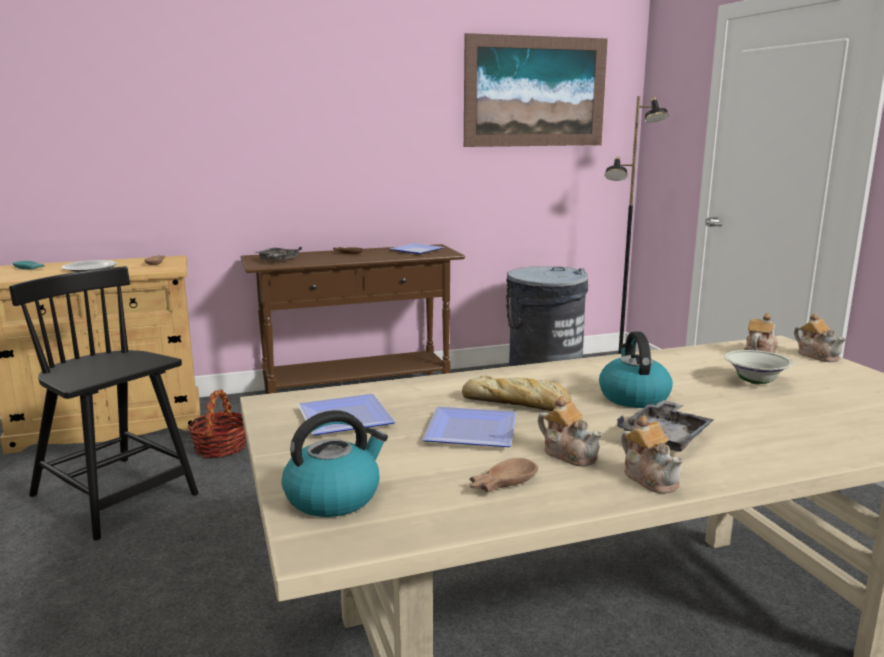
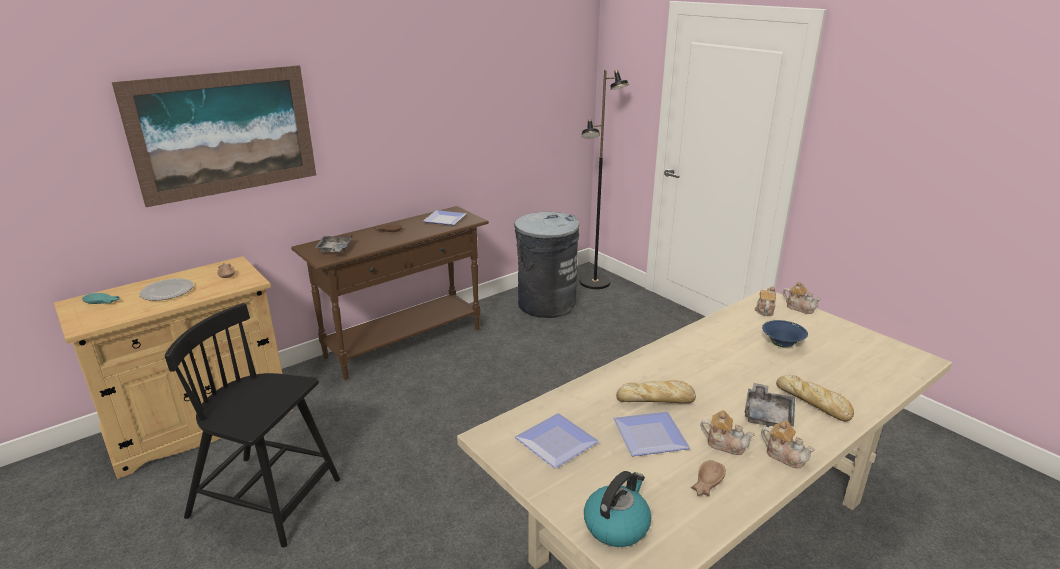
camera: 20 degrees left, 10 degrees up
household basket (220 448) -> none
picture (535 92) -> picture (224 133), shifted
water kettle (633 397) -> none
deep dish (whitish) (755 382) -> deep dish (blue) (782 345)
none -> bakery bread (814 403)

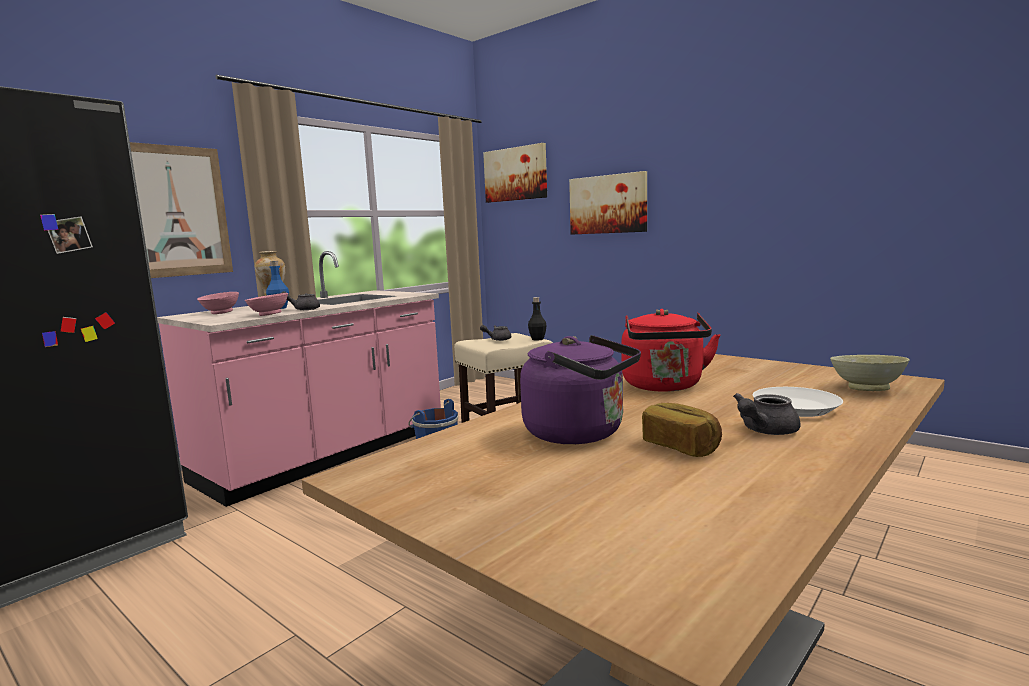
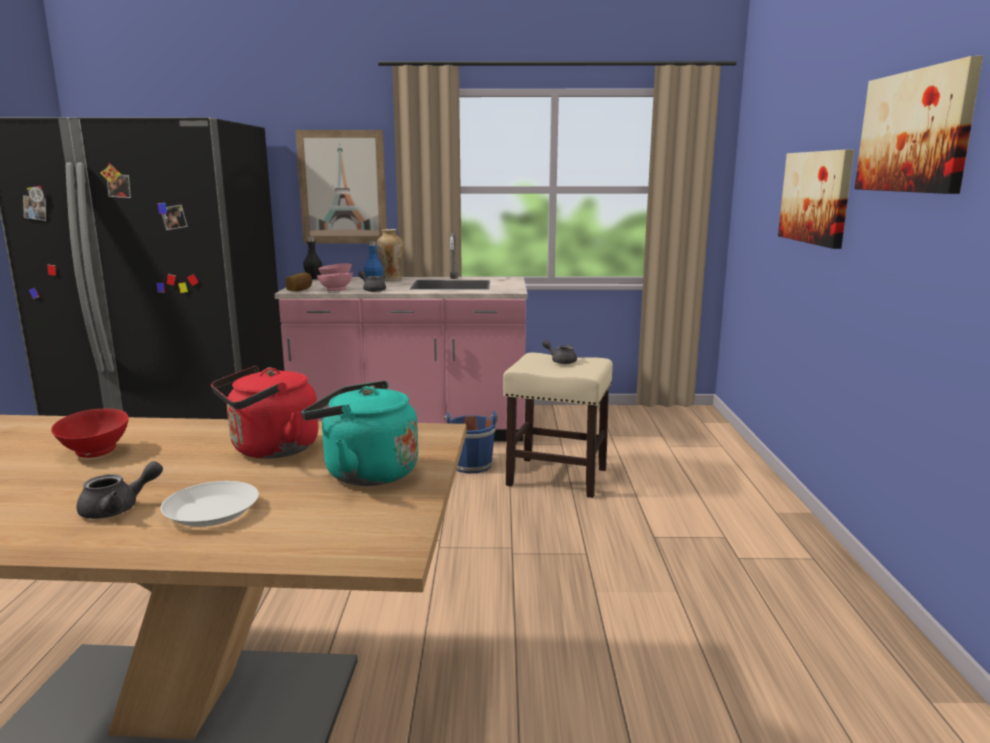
camera: 50 degrees right, 5 degrees up
picture (515 174) -> picture (915 131), shifted
water kettle (purplish) (580 433) -> deep dish (reddish) (94 452)
drink bottle (black) (537 339) -> drink bottle (black) (313 278), shifted
bakery bread (681 447) -> bakery bread (300 290), shifted
teapot (greyish) (764 431) -> teapot (greyish) (118 509), 135 degrees clockwise
deep dish (beige) (867 388) -> none
none -> water kettle (turquoise-coloured) (365 473)

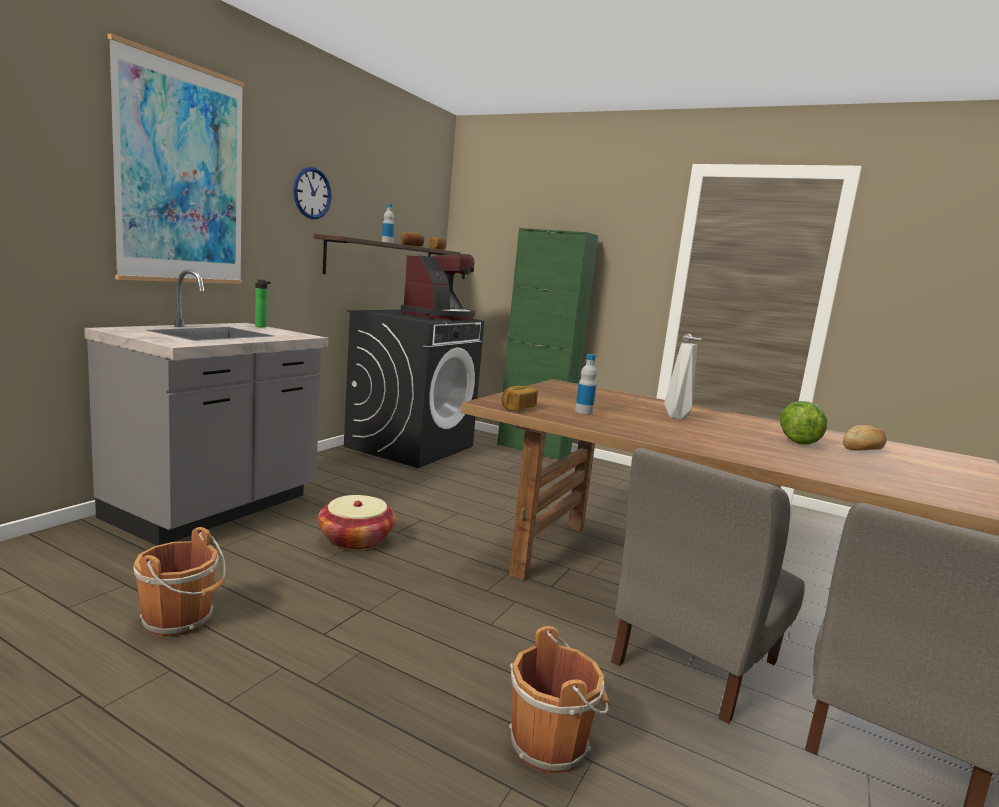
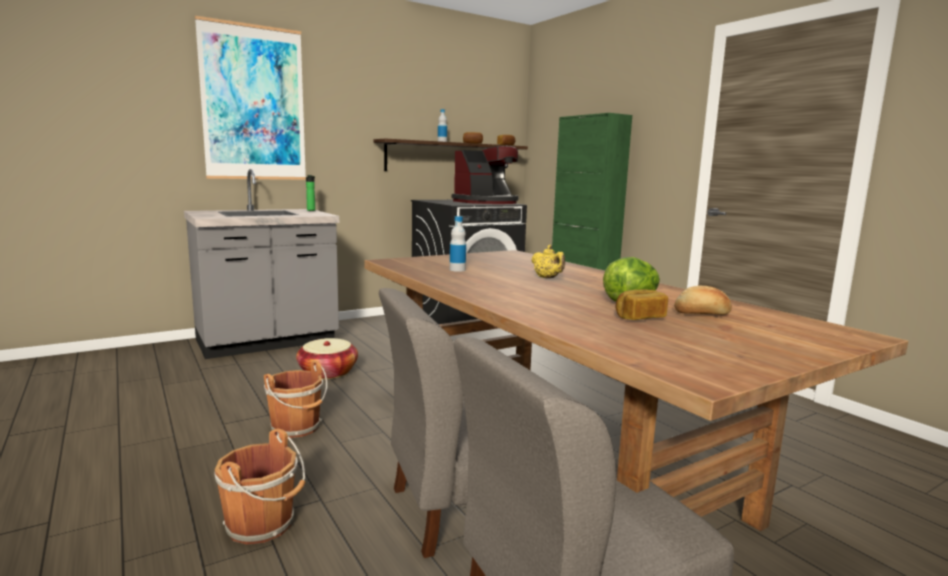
camera: 30 degrees right, 0 degrees up
water bucket (brown) (181 619) -> water bucket (brown) (297 428), shifted
clock on the wall (312 193) -> none
bakery bread (517 408) -> bakery bread (639 317), shifted
decorative vase (greyish) (676 417) -> teapot (yellowish) (547 278)

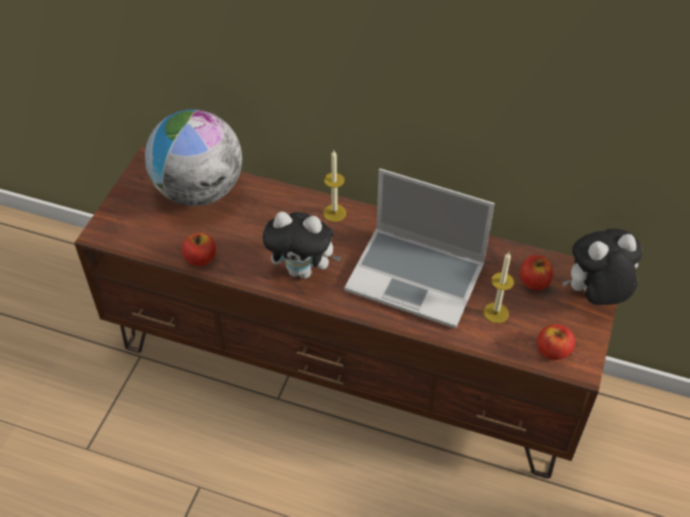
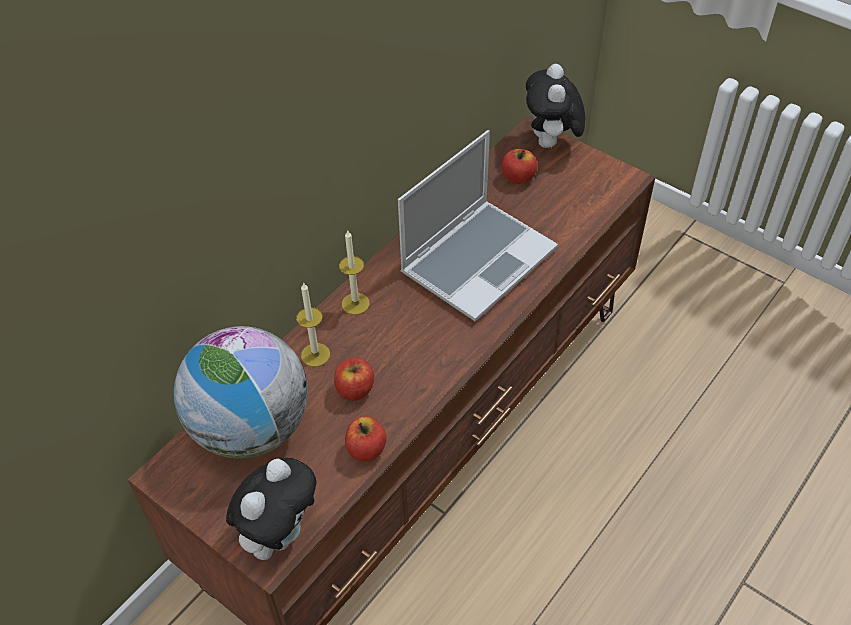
camera: 70 degrees left, 0 degrees up
soft toy (303 270) -> soft toy (279 533), shifted
wax light (496 313) -> wax light (315 355), shifted
apple fruit (553 350) -> apple fruit (355 389), shifted

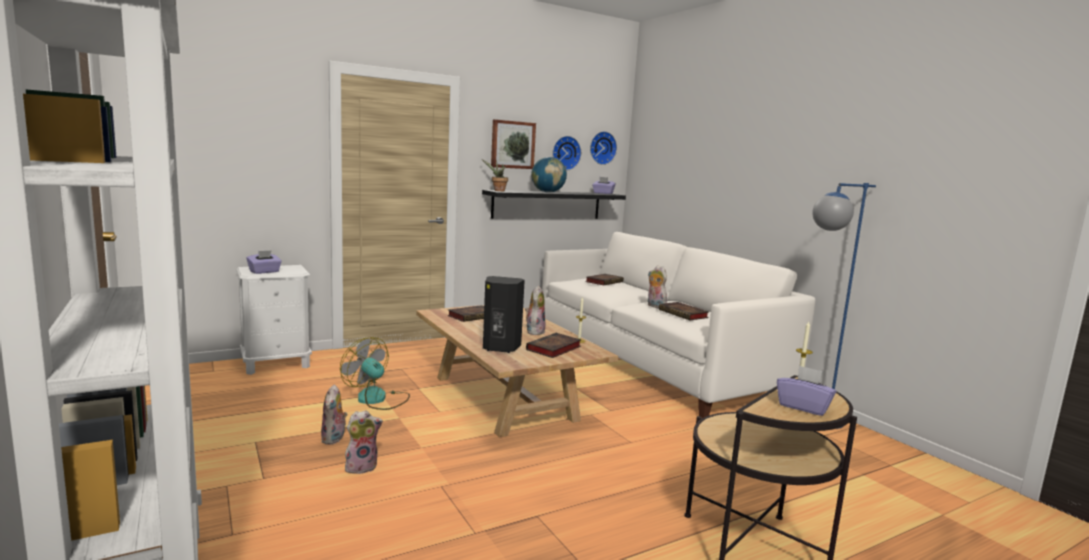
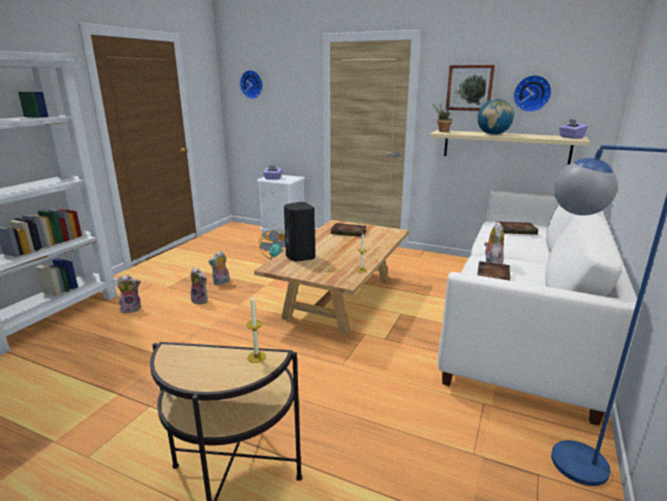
camera: 55 degrees right, 10 degrees up
bracket shelf (black) (547 205) -> bracket shelf (beige) (505 146)
soft toy (534 331) -> soft toy (131 309), shifted
bound book (553 349) -> none
clock on the wall (602 148) -> clock on the wall (252 84), shifted
box of tissues (purplish) (803 407) -> none

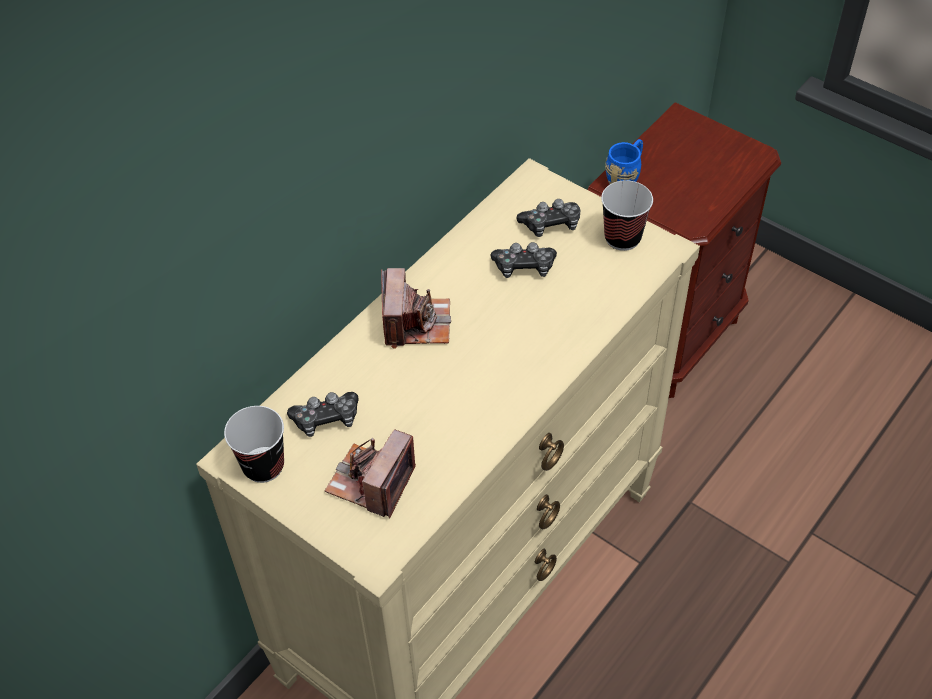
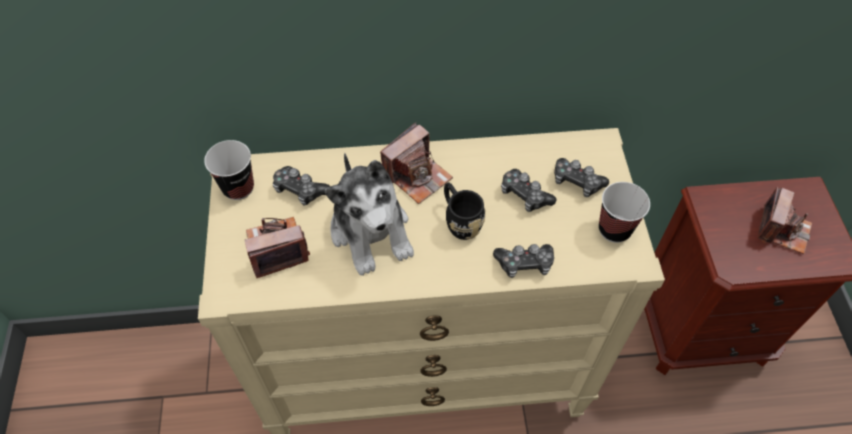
camera: 45 degrees right, 5 degrees up
tea mug (blue) (626 176) -> none
none -> soft toy (371 231)
none -> tea mug (black) (459 221)
none -> gamepad (524 264)
none -> still camera (782 230)

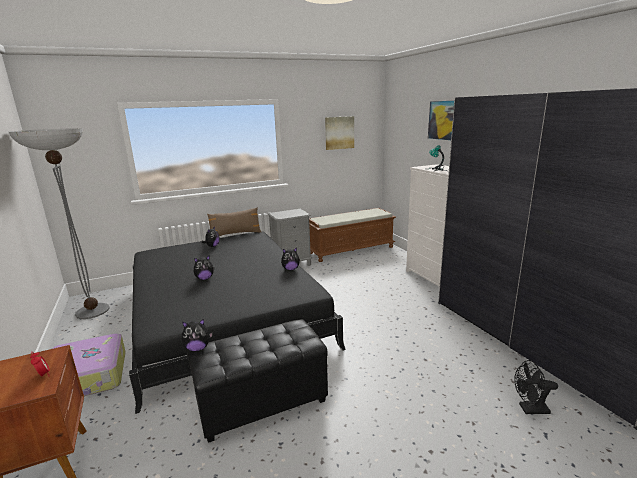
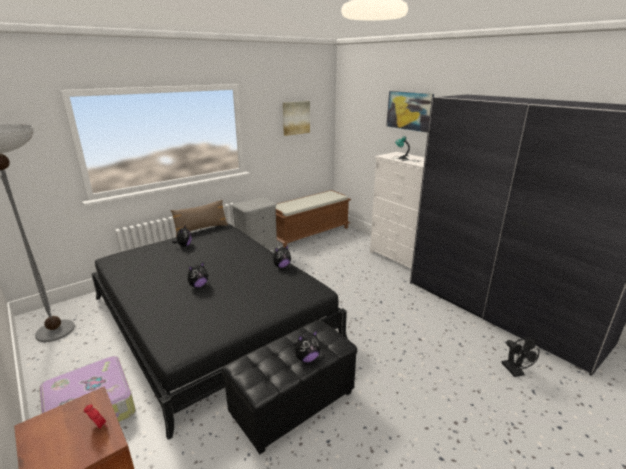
camera: 15 degrees left, 5 degrees up
soft toy (198 348) -> soft toy (307 358), shifted
cooling fan (black) (530 409) -> cooling fan (black) (515 371), 90 degrees counterclockwise

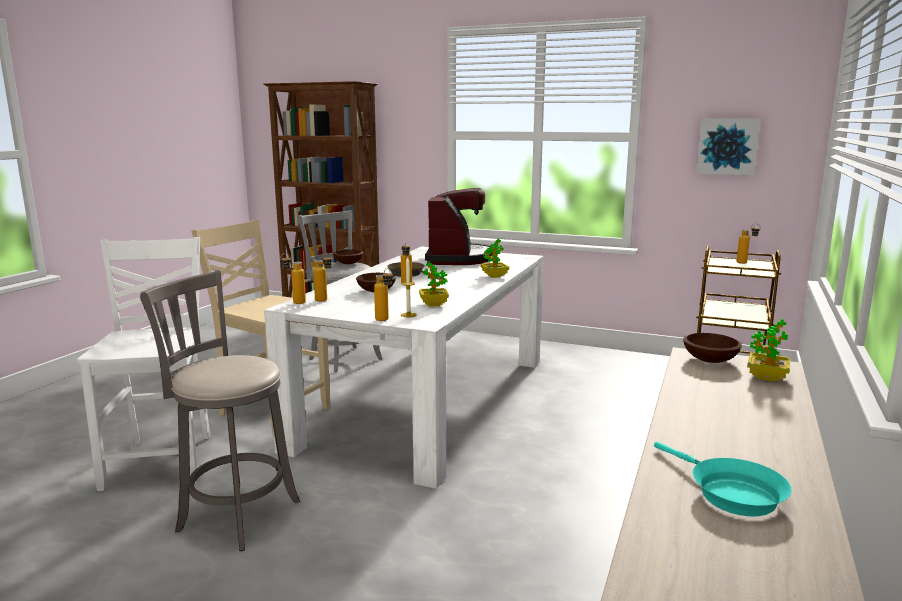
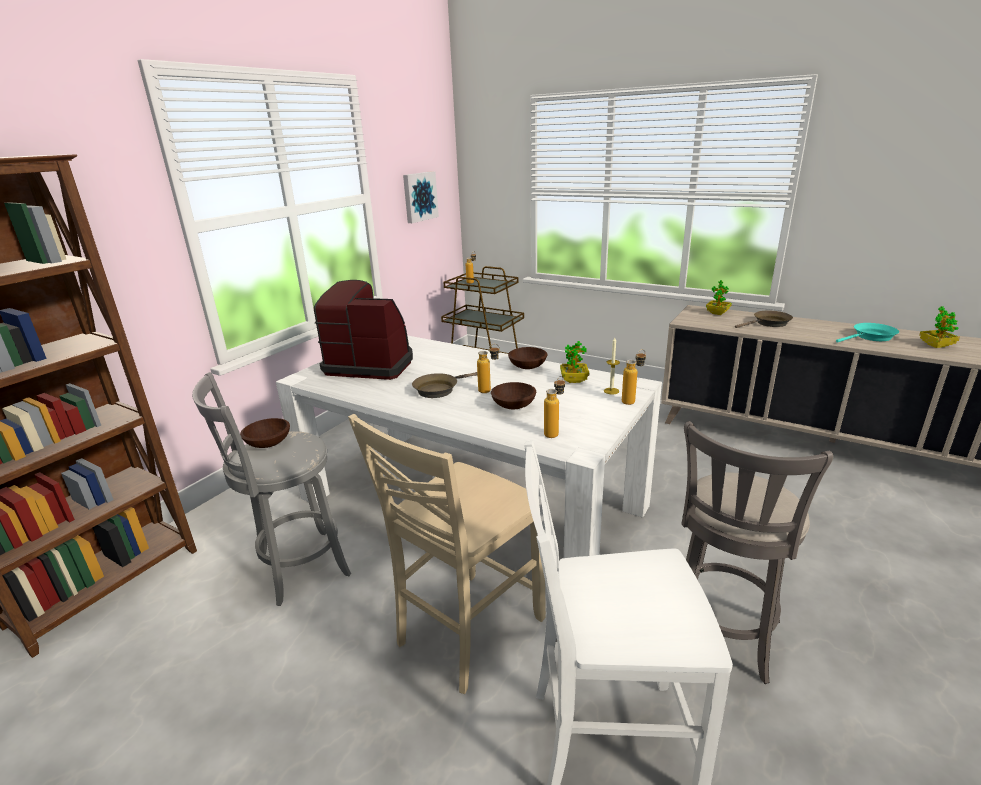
camera: 80 degrees left, 10 degrees up
drink bottle (294 302) -> none
potted plant (494 276) -> potted plant (936 345), shifted
deep dish (brown) (709 359) -> deep dish (brown) (527 367), shifted
none -> pan (brown) (769 323)

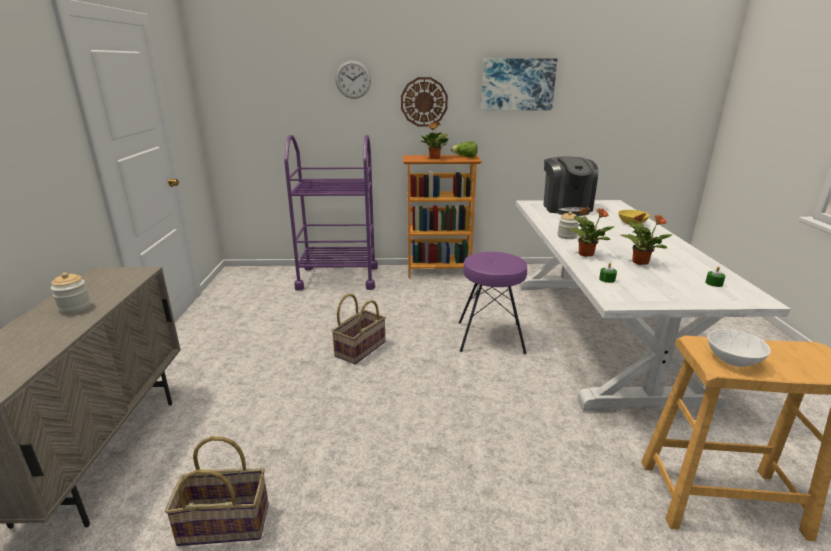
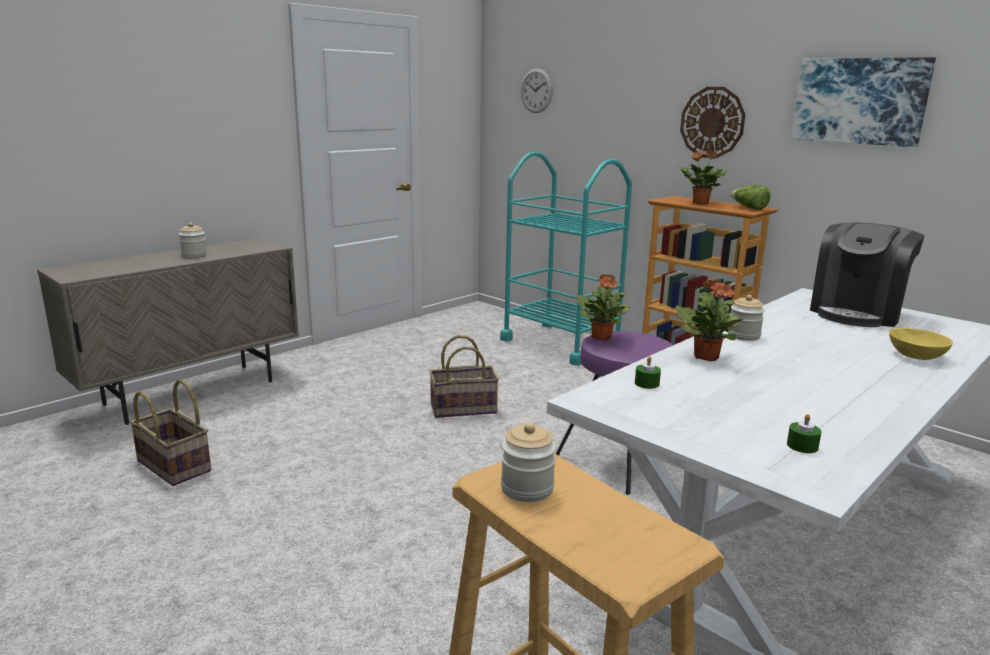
camera: 45 degrees right, 5 degrees down
cart (purplish) (338 278) -> cart (turquoise-coloured) (561 343)
clock on the wall (353 79) -> clock on the wall (536 90), shifted
potted plant (639 262) -> potted plant (601 337), shifted
deep dish (whitish) (734 359) -> storage jar (527 488)

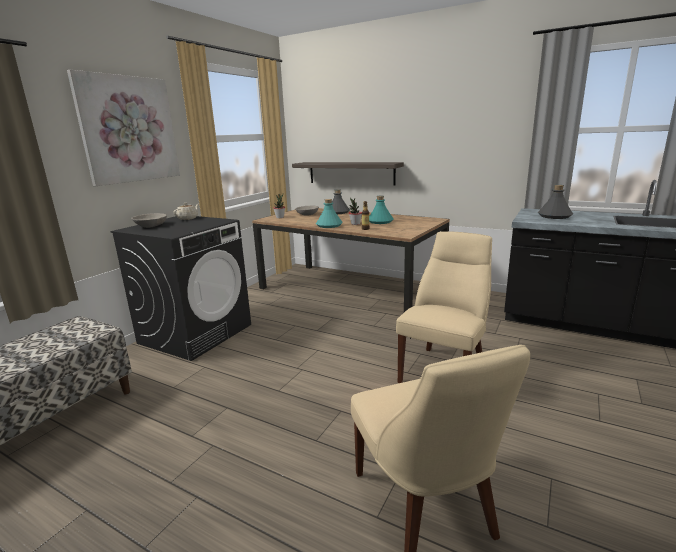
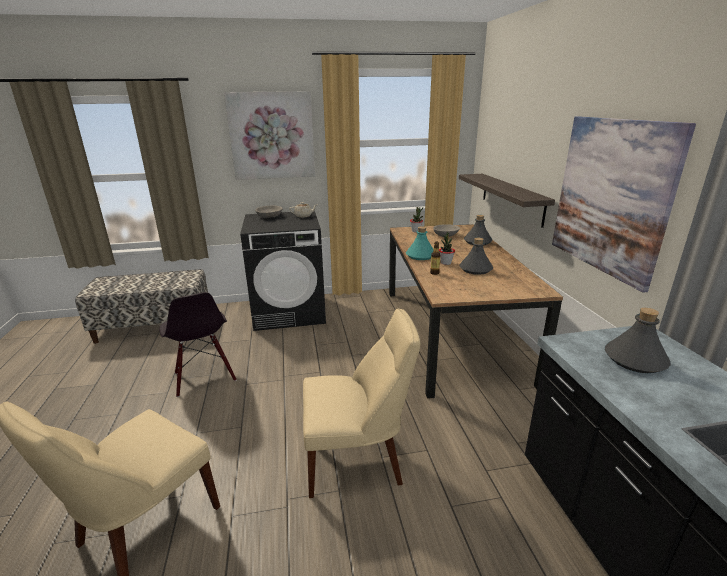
camera: 50 degrees right, 5 degrees up
drink bottle (turquoise-coloured) (380 221) -> drink bottle (greyish) (475 269)
none -> chair (black) (204 377)
none -> picture (610 197)

